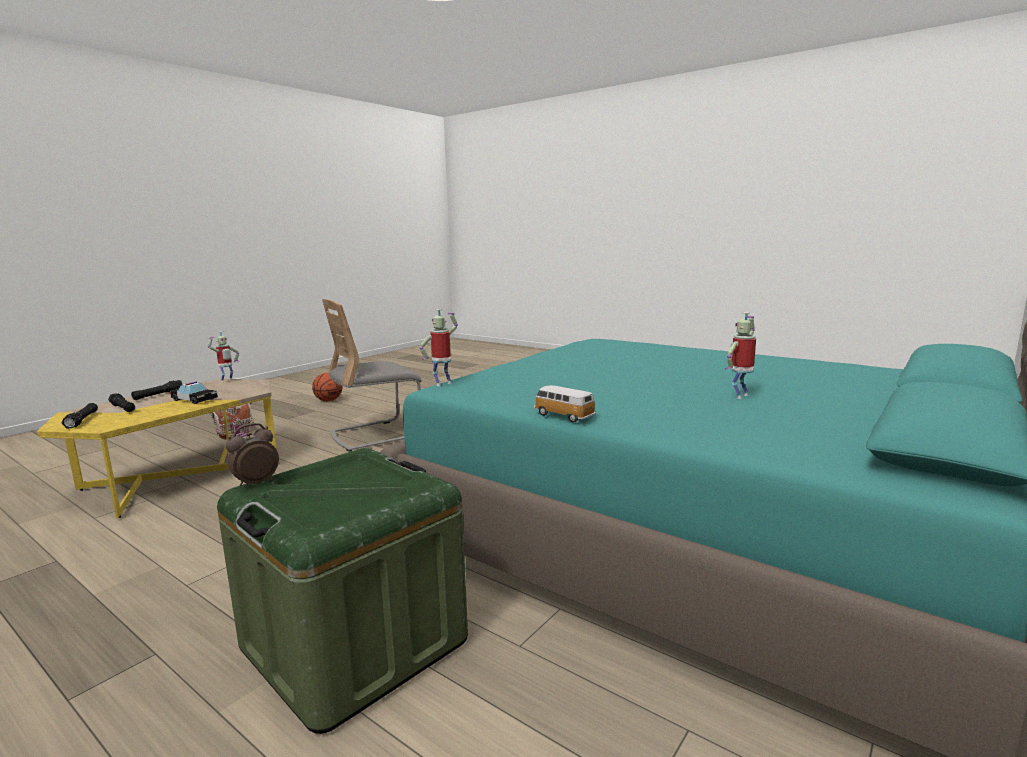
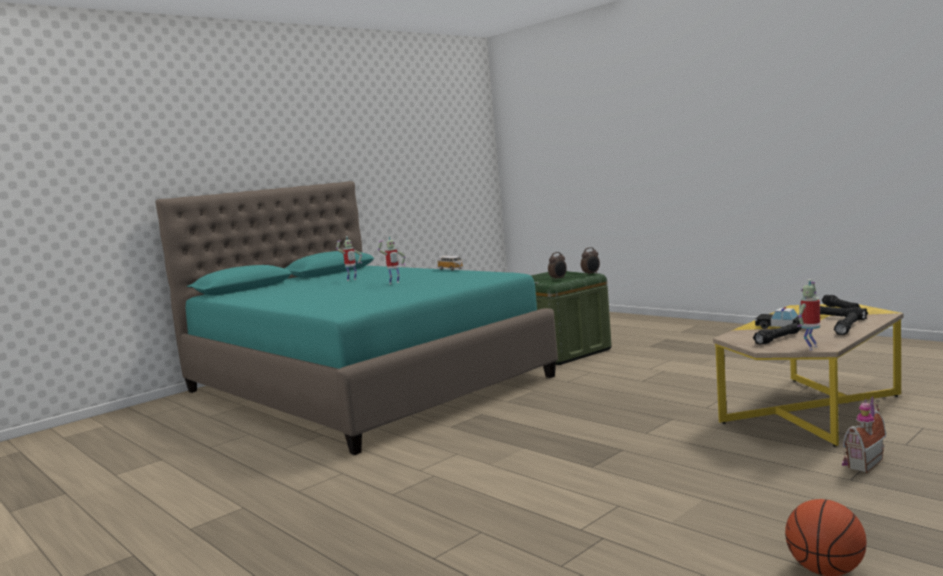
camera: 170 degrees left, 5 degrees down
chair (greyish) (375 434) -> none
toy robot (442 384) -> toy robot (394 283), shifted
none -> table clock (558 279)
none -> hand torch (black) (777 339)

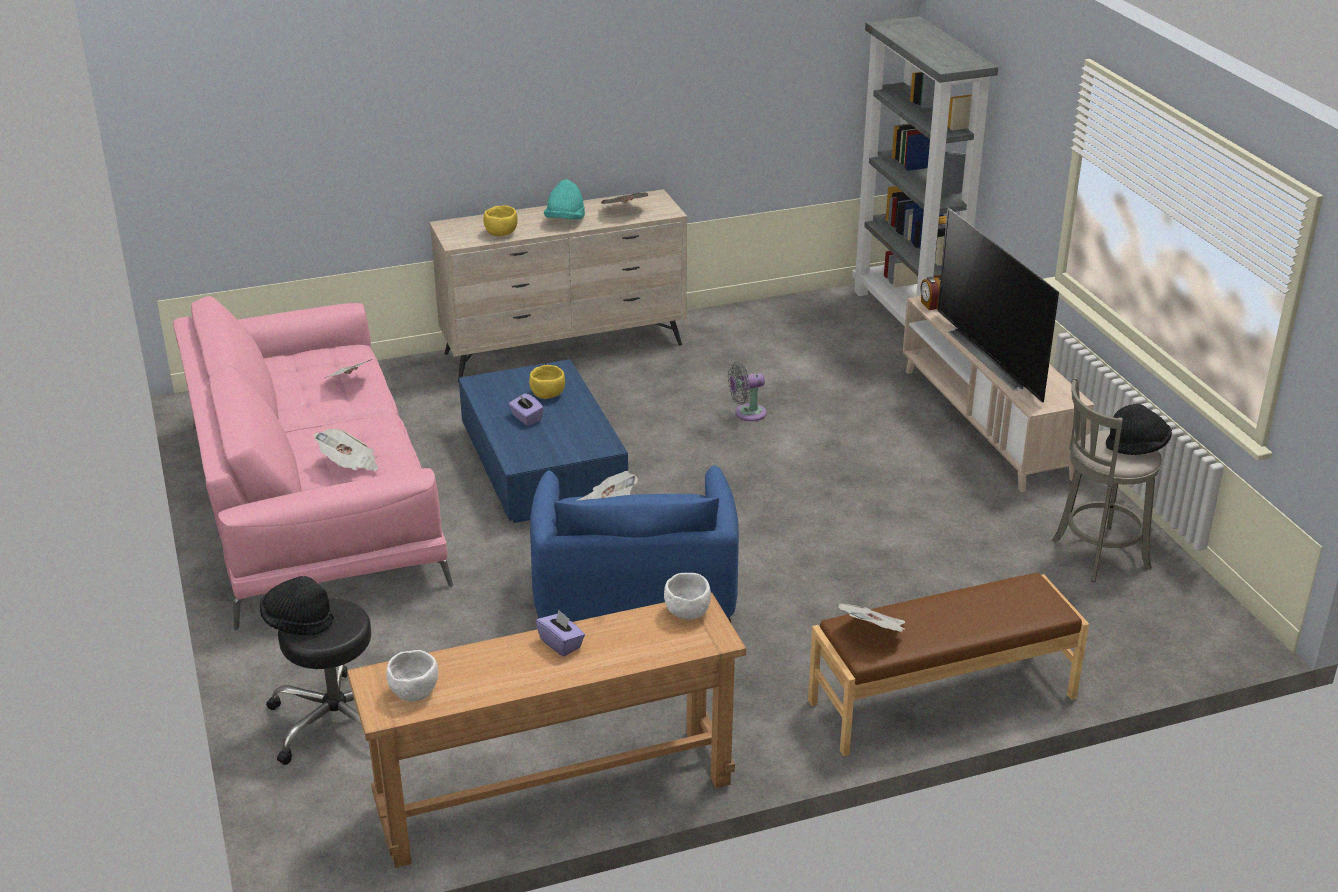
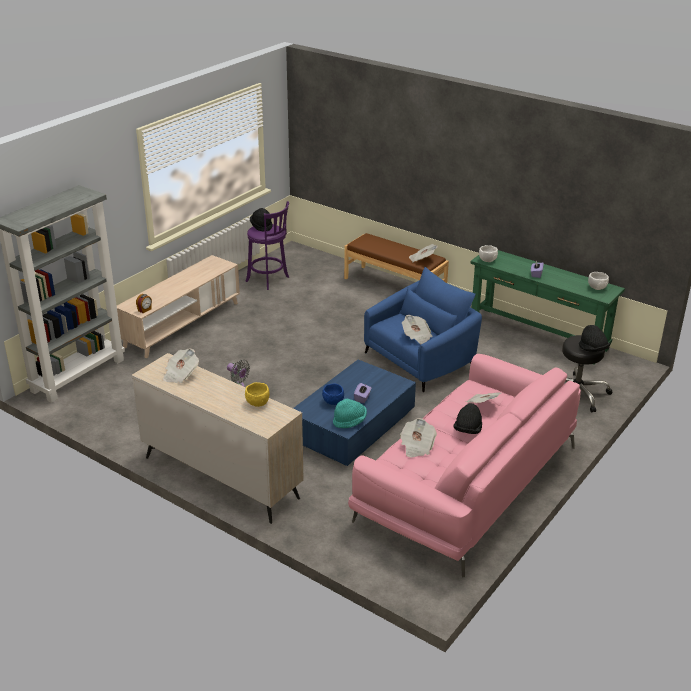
camera: 125 degrees left, 0 degrees up
narrow table (brown) (555 794) -> narrow table (green-coloured) (538 335)
deep dish (yellowish) (548 394) -> deep dish (blue) (332 402)
hat (turquoise-coloured) (565 220) -> hat (turquoise-coloured) (349 421), shifted
television (994 357) -> none
stool seat (greyish) (1096 555) -> stool seat (purplish) (269 280)
none -> hat (black) (467 430)

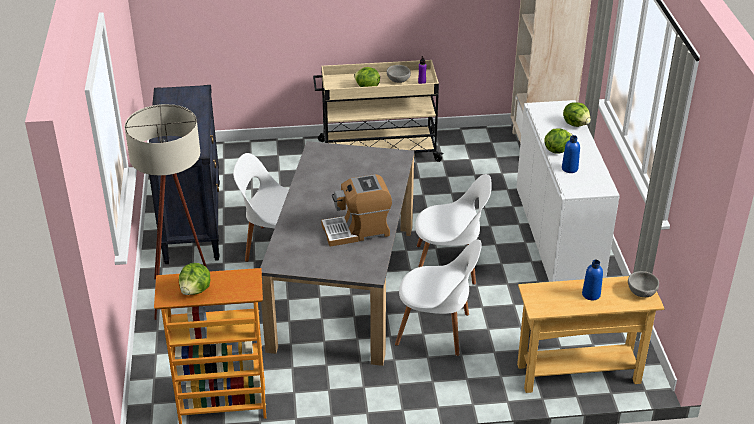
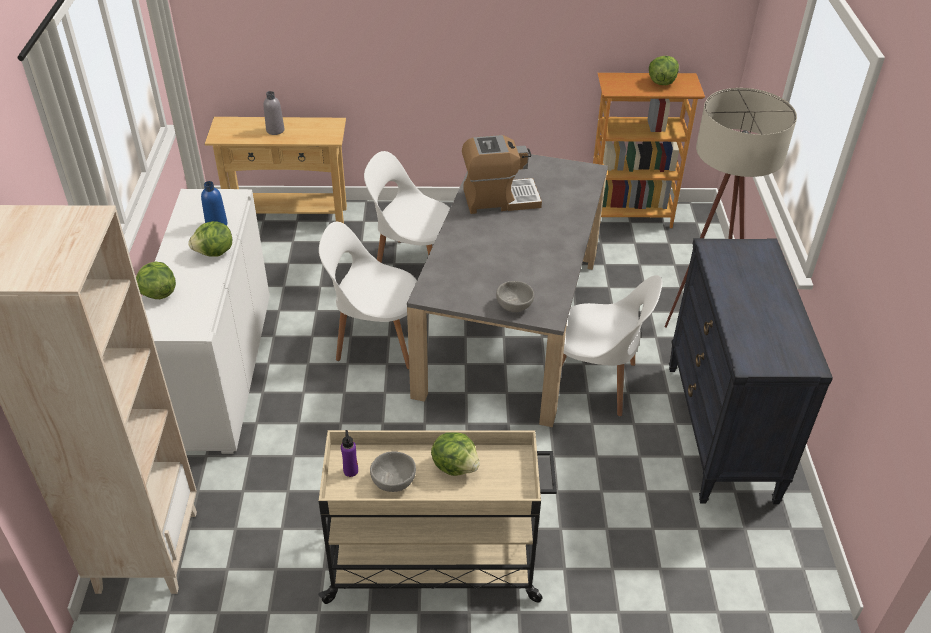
camera: 175 degrees left, 5 degrees up
drink bottle (blue) (591 294) -> drink bottle (greyish) (275 130)
deep dish (greyish) (642 291) -> deep dish (greyish) (513 306), shifted

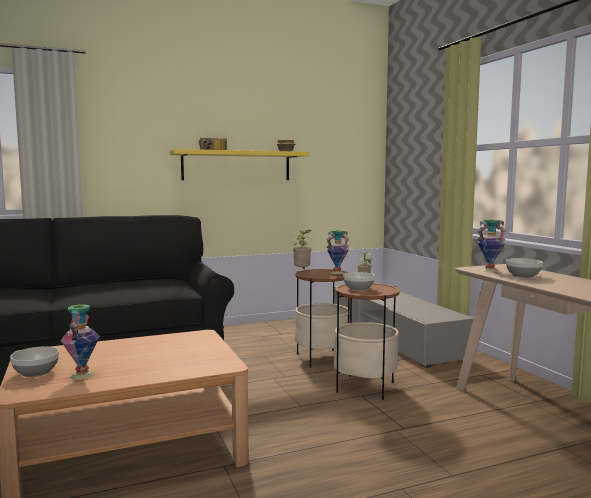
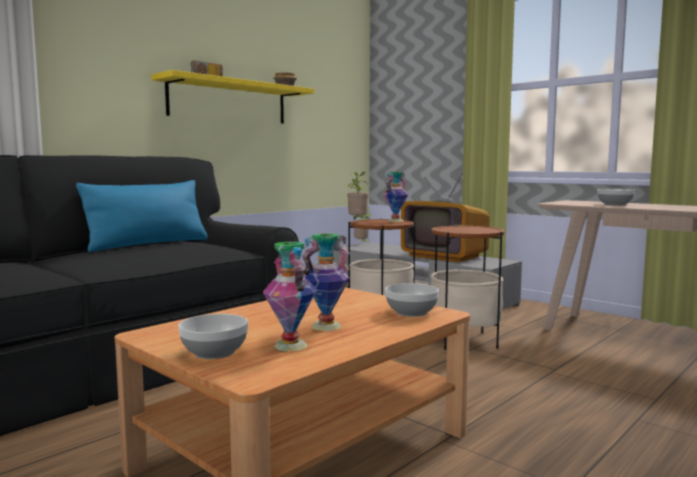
camera: 25 degrees left, 0 degrees up
deep dish (359 289) -> deep dish (412 312), shifted
decorative vase (489 270) -> decorative vase (326 326), shifted
none -> throw pillow (blue) (148 244)
none -> television (444 256)

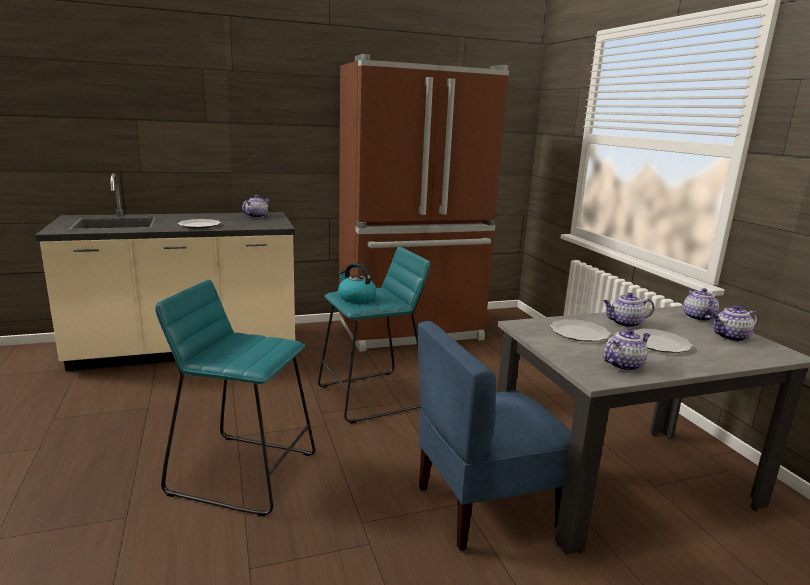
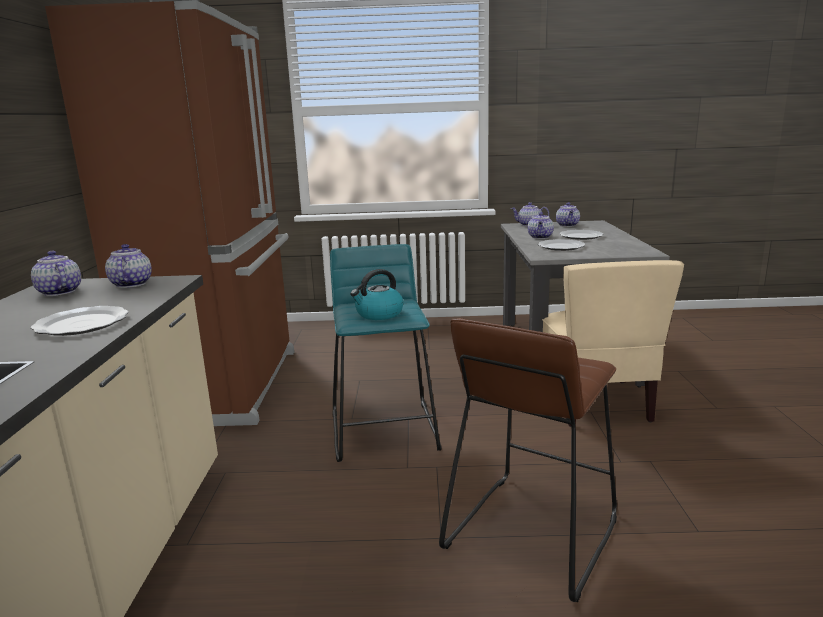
camera: 70 degrees left, 0 degrees up
stool seat (turquoise-coloured) (243 472) -> stool seat (brown) (530 533)
chair (blue) (485 506) -> chair (beige) (595 403)
teapot (623 365) -> teapot (131 284), shifted

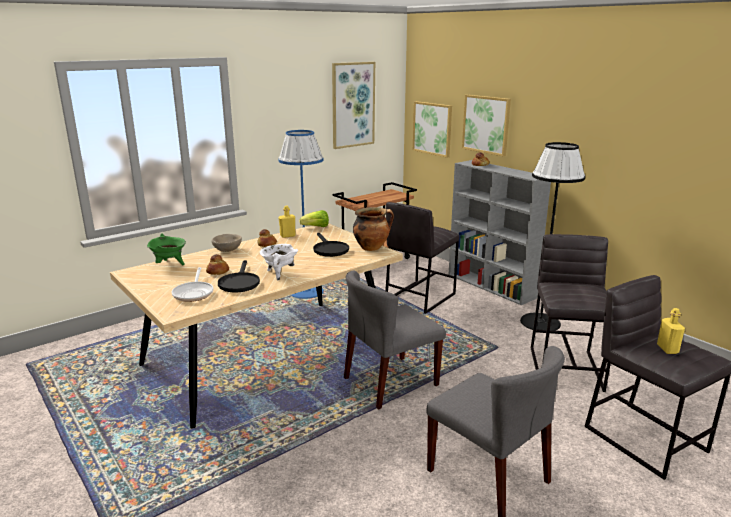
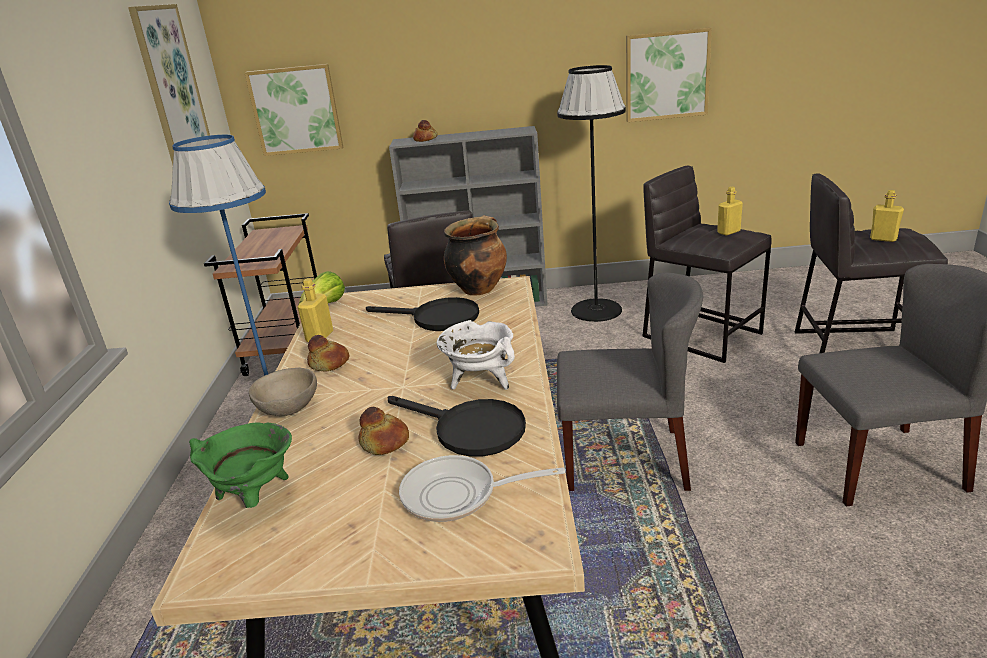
camera: 50 degrees left, 5 degrees up
pan (194 293) -> pan (458 495), 150 degrees clockwise
chair (greyish) (390 382) -> chair (greyish) (625 459), 90 degrees counterclockwise
picture (486 124) -> picture (667 75), shifted
none -> drink bottle (yellowish) (728 232)

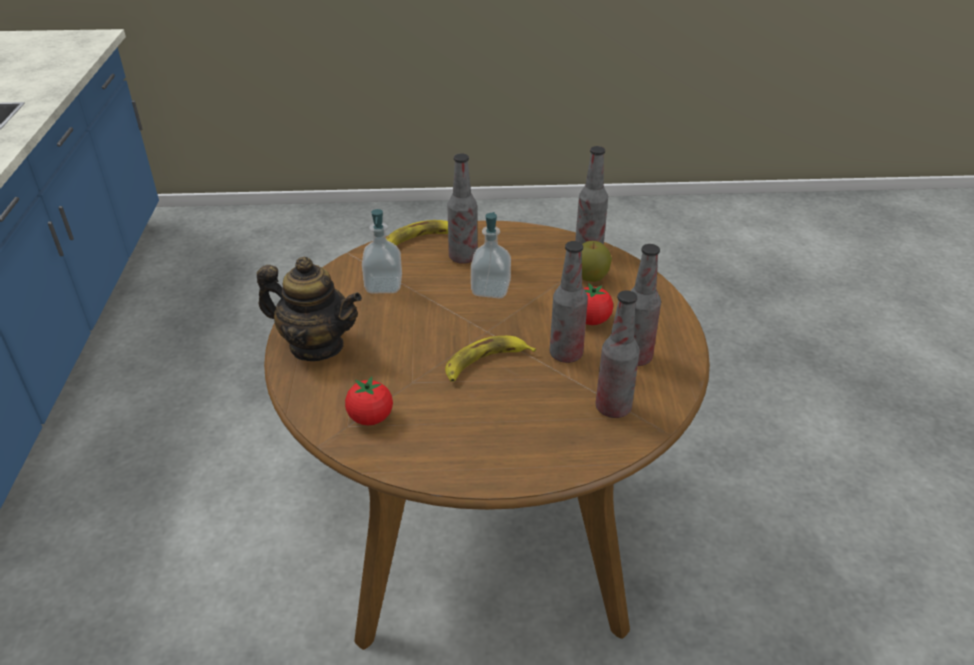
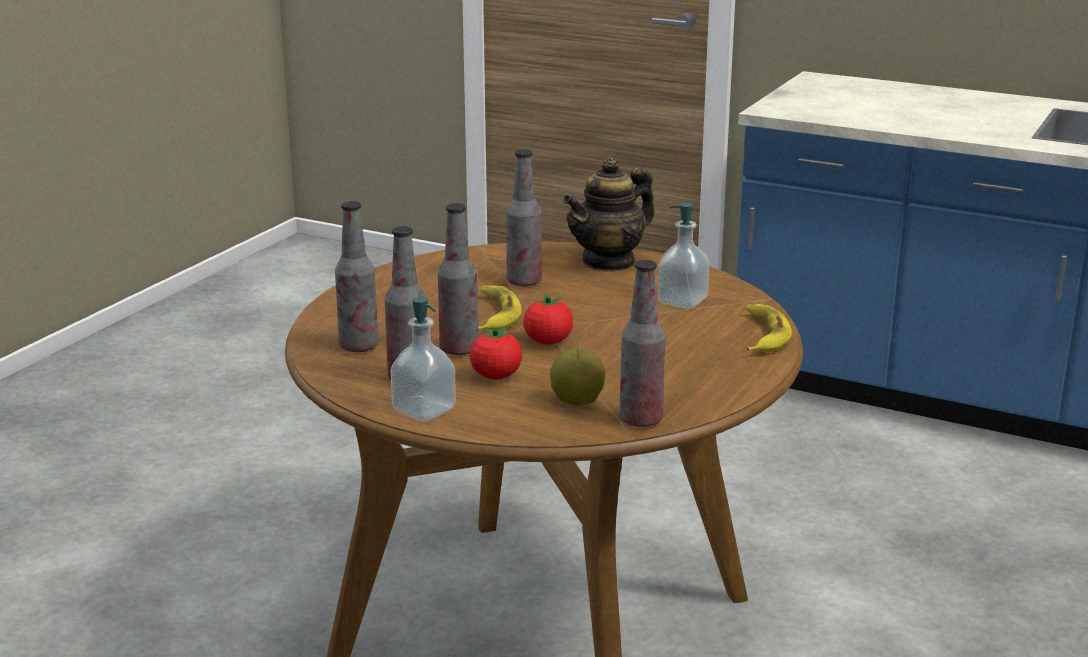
camera: 120 degrees right, 15 degrees down
whole tomato (370 418) -> whole tomato (548 342), shifted
drink bottle (463 257) -> drink bottle (524 282), shifted
soap bottle (490 289) -> soap bottle (424 411), shifted

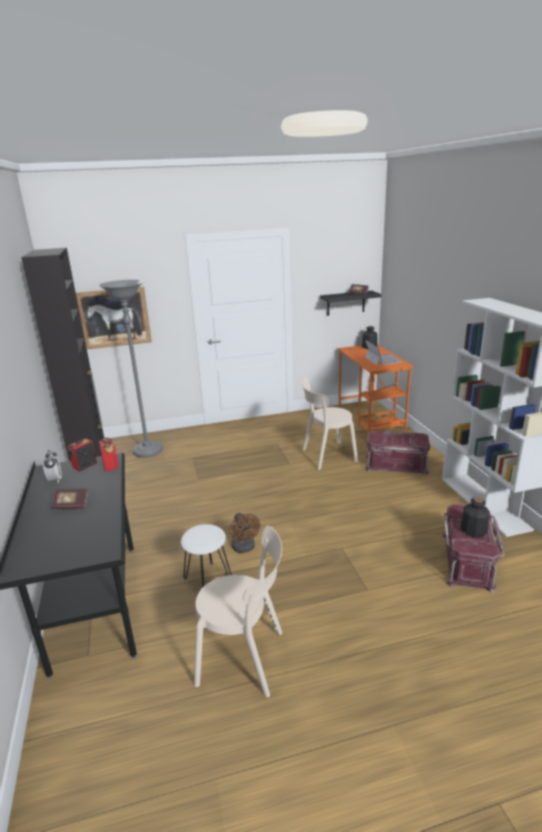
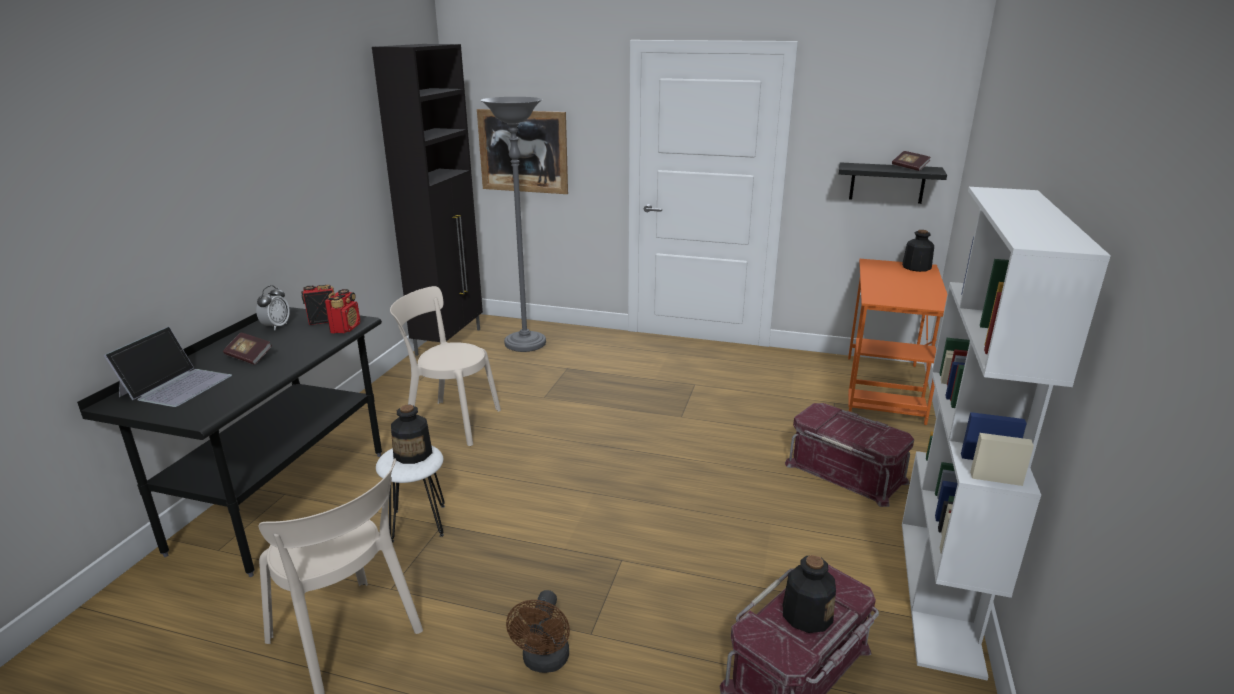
camera: 30 degrees right, 0 degrees up
cooling fan (brown) (244 548) -> cooling fan (brown) (544 662), shifted
chair (beige) (326 456) -> chair (beige) (449 422), shifted
laptop (382 359) -> laptop (176 385), shifted
none -> drink bottle (413 454)

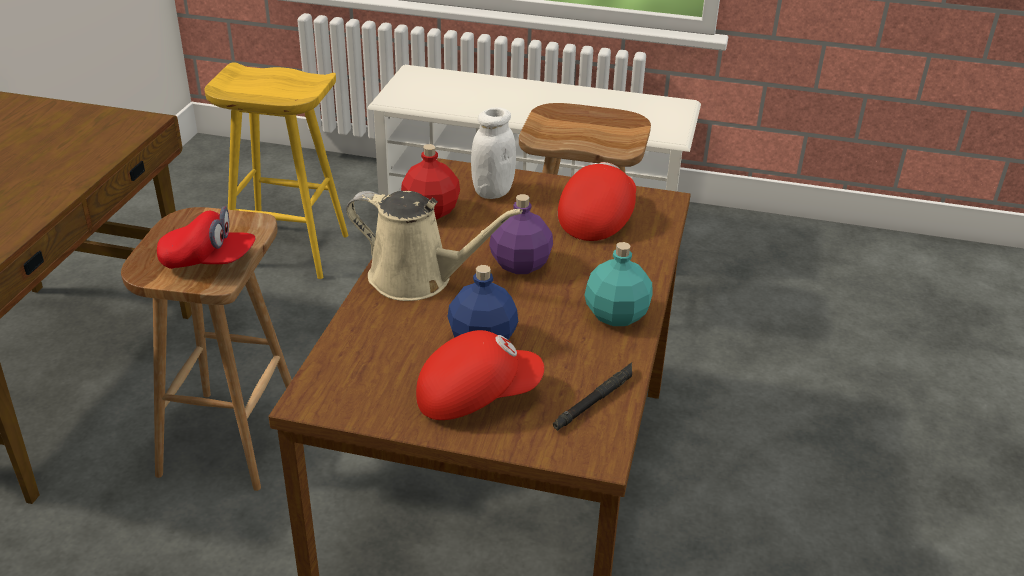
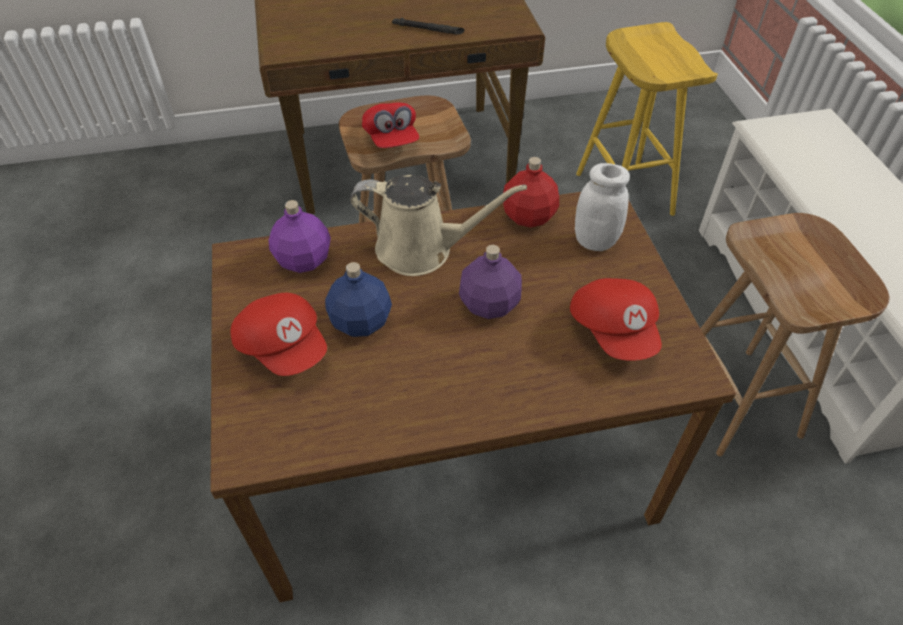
camera: 65 degrees right, 15 degrees up
watering pot (beige) (418 279) -> watering pot (beige) (422 249), 75 degrees counterclockwise
hand torch (black) (595 400) -> hand torch (black) (428 29), shifted
cap (reddish) (597 217) -> cap (reddish) (614 330), 75 degrees clockwise
drink bottle (turquoise-coloured) (617 316) -> none
none -> drink bottle (purplish) (304 260)

